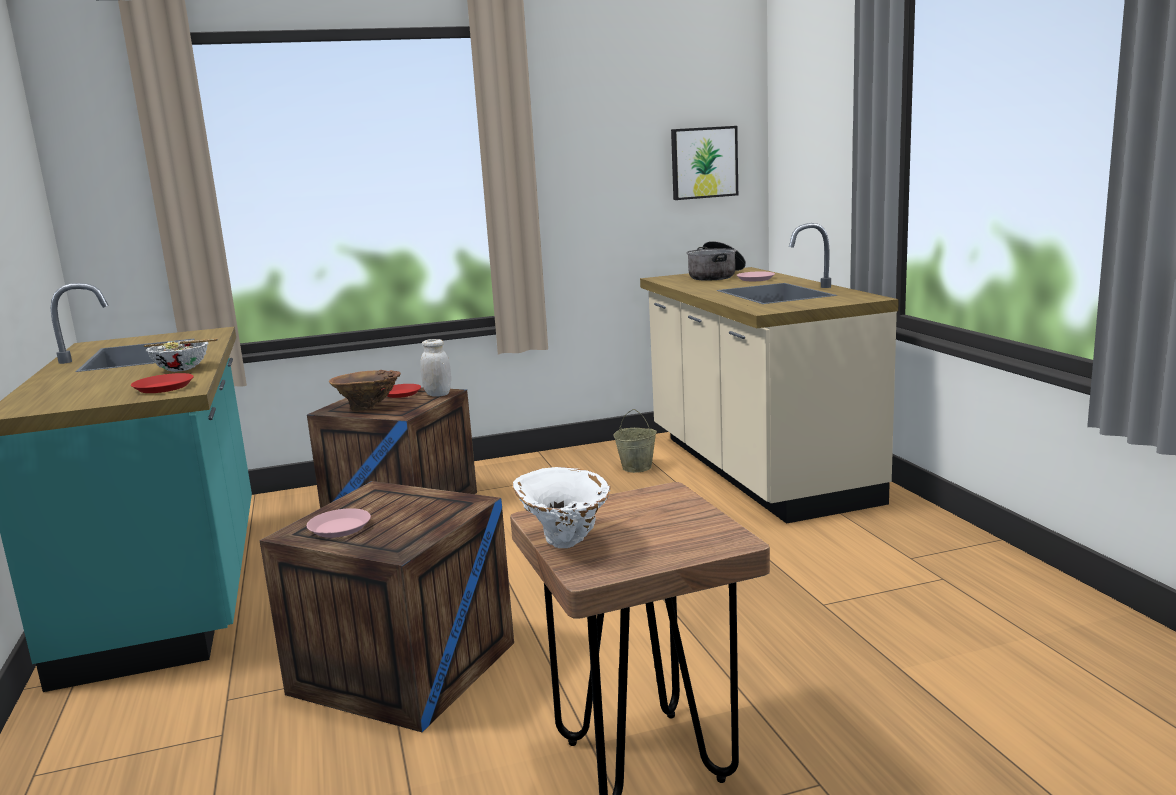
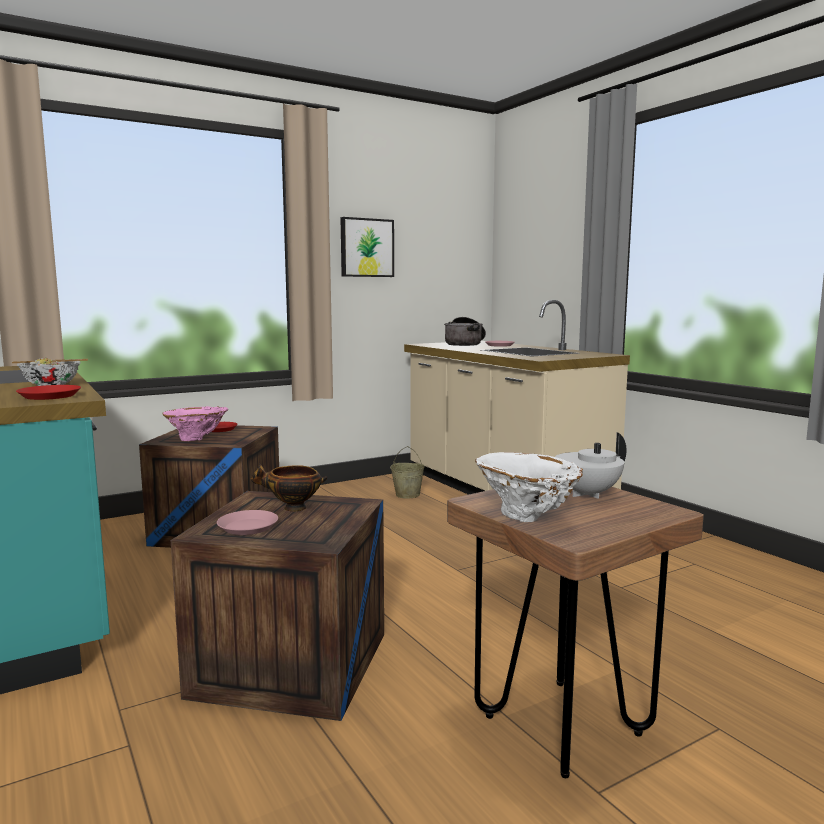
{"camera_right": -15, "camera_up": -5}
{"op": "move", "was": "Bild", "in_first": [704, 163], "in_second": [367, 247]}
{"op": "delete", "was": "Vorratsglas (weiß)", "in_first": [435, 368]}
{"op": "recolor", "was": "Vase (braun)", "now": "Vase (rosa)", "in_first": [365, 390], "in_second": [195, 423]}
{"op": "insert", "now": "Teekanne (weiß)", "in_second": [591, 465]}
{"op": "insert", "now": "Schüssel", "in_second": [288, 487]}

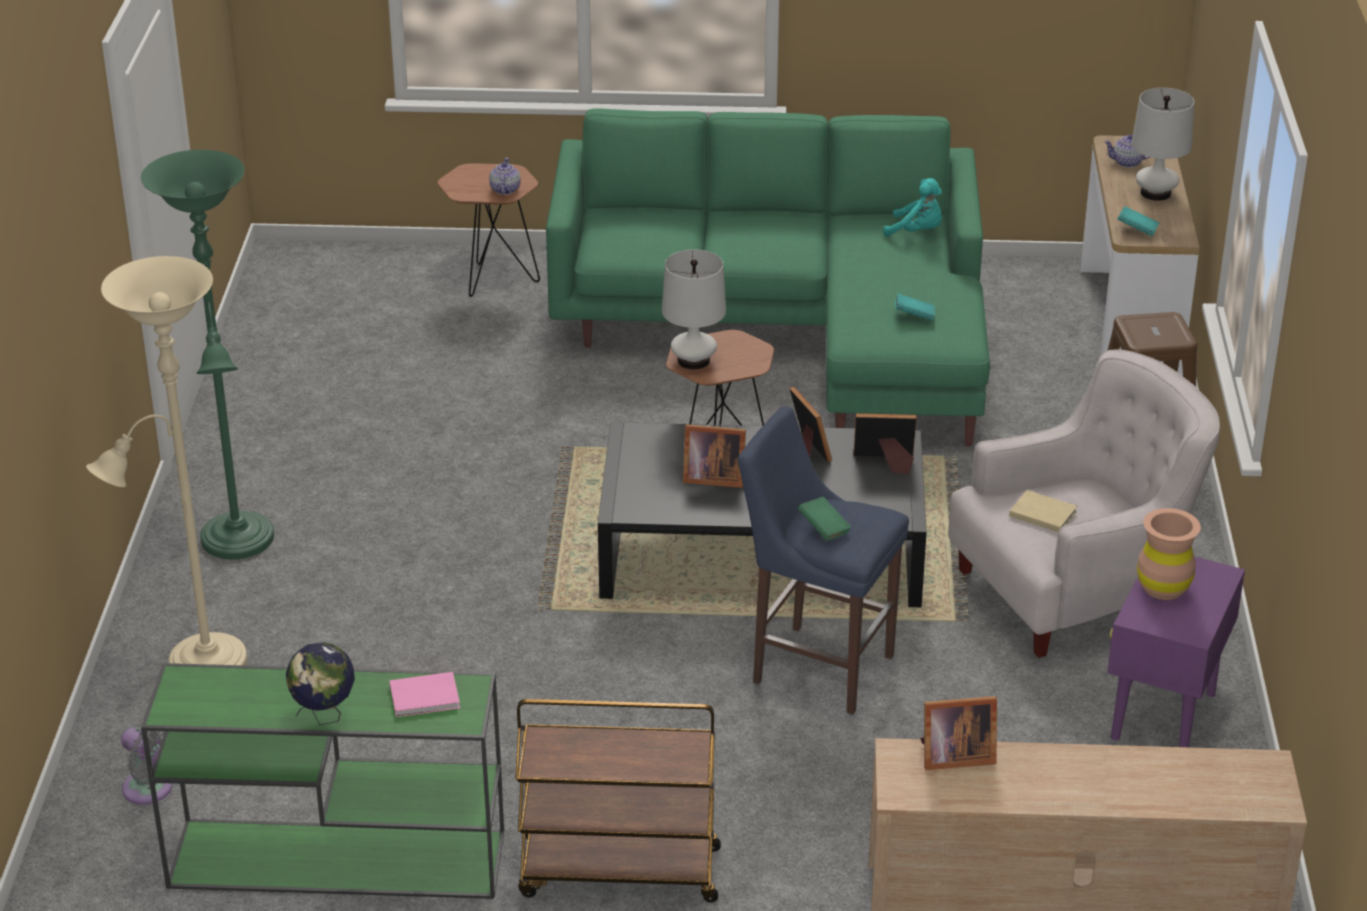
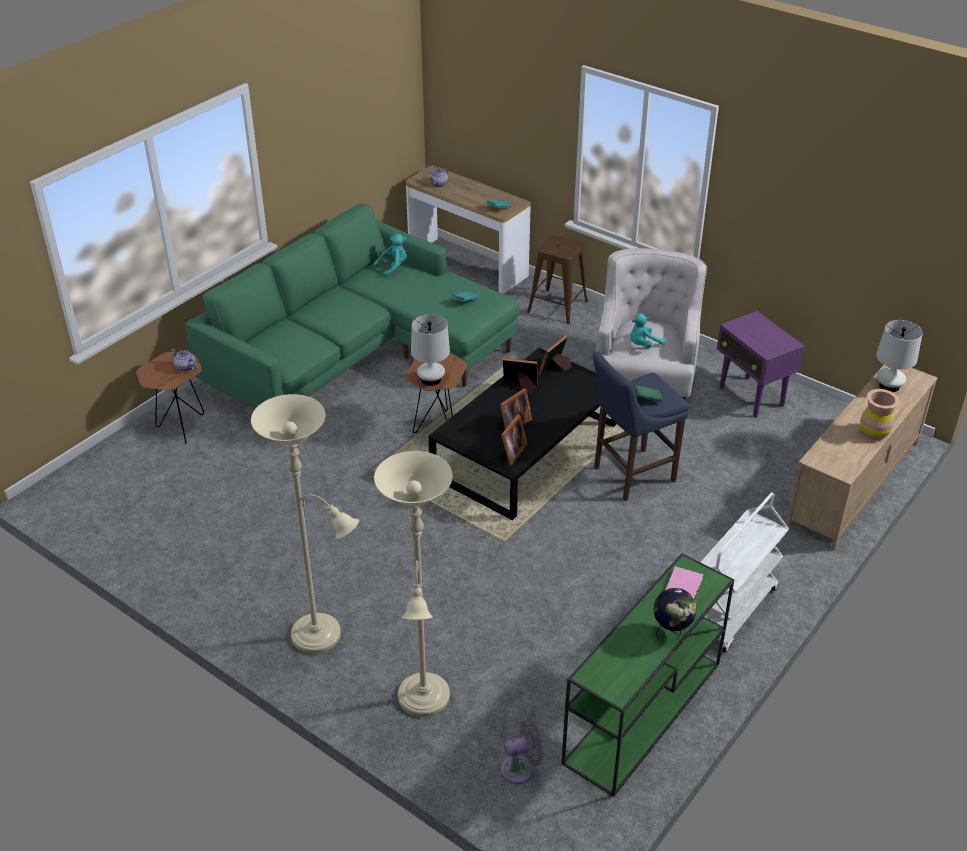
{"camera_right": -55, "camera_up": 5}
{"op": "move", "was": "Tischlampe (weiß)", "in_first": [1162, 144], "in_second": [899, 356]}
{"op": "recolor", "was": "Stehlampe (grün)", "now": "Stehlampe (beige)", "in_first": [207, 355], "in_second": [305, 524]}
{"op": "replace", "was": "Buch (beige)", "now": "Plüschtier (türkis)", "in_first": [1043, 511], "in_second": [647, 330]}
{"op": "move", "was": "Vase (braun)", "in_first": [1169, 554], "in_second": [880, 414]}
{"op": "move", "was": "Bilderrahmen", "in_first": [958, 733], "in_second": [511, 439]}
{"op": "recolor", "was": "Rollwagen (braun)", "now": "Rollwagen (weiß)", "in_first": [618, 800], "in_second": [745, 572]}

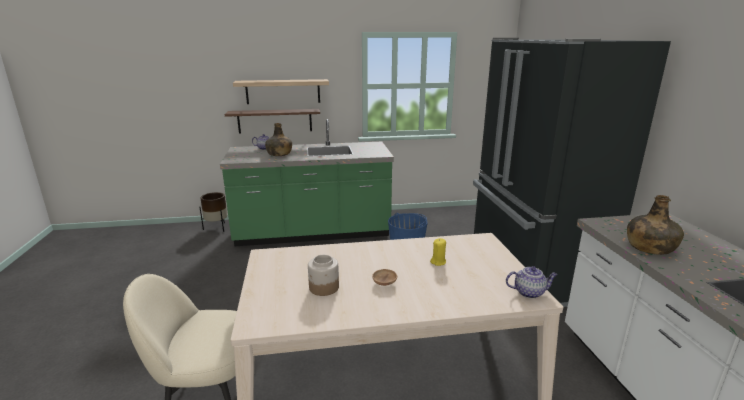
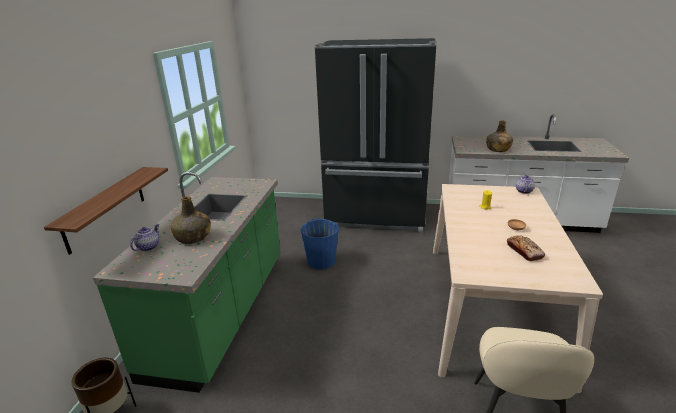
{"camera_right": -70, "camera_up": 5}
{"op": "delete", "was": "Wandregal", "in_first": [281, 91]}
{"op": "replace", "was": "Vorratsglas", "now": "Brot", "in_first": [323, 275], "in_second": [526, 248]}

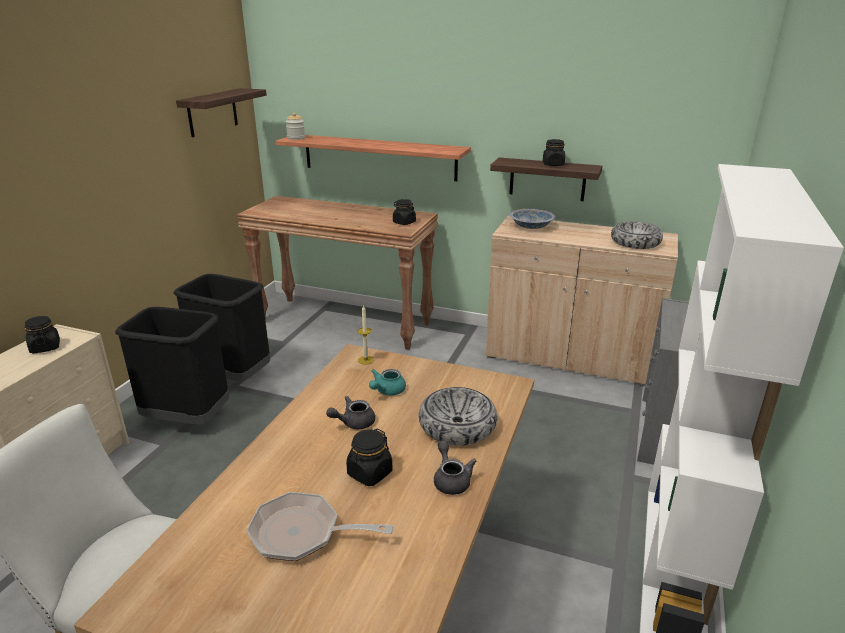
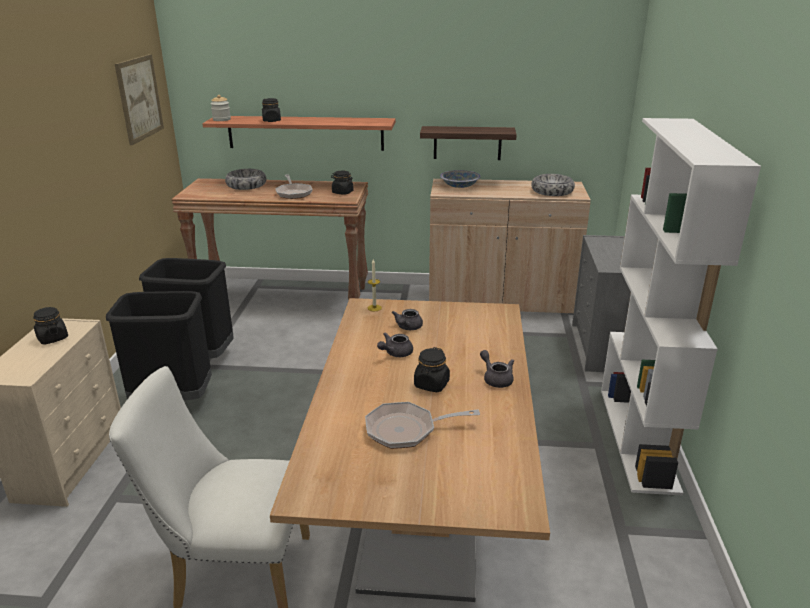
{"camera_right": -15, "camera_up": 0}
{"op": "replace", "was": "Wandregal", "now": "Bild", "in_first": [221, 112], "in_second": [139, 99]}
{"op": "move", "was": "Vorratsglas (schwarz)", "in_first": [554, 152], "in_second": [271, 110]}
{"op": "recolor", "was": "Teekanne (türkis)", "now": "Teekanne (grau)", "in_first": [387, 382], "in_second": [407, 319]}
{"op": "move", "was": "Schüssel", "in_first": [458, 416], "in_second": [245, 179]}
{"op": "insert", "now": "Pfanne", "in_second": [294, 186]}

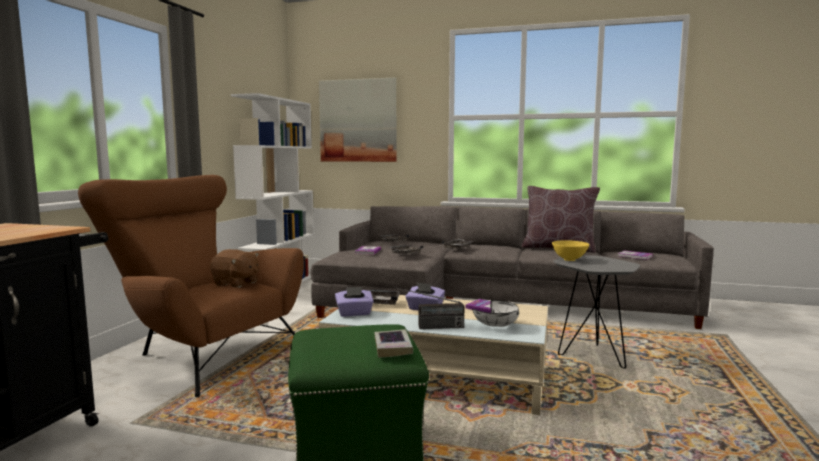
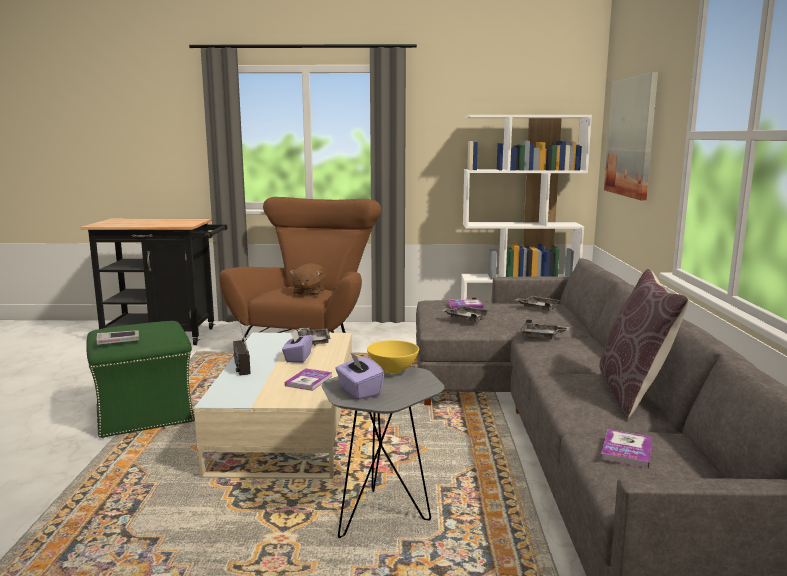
{"camera_right": 75, "camera_up": 5}
{"op": "move", "was": "Taschentuchbox (lila)", "in_first": [354, 302], "in_second": [359, 376]}
{"op": "delete", "was": "Schüssel (weiß)", "in_first": [496, 313]}

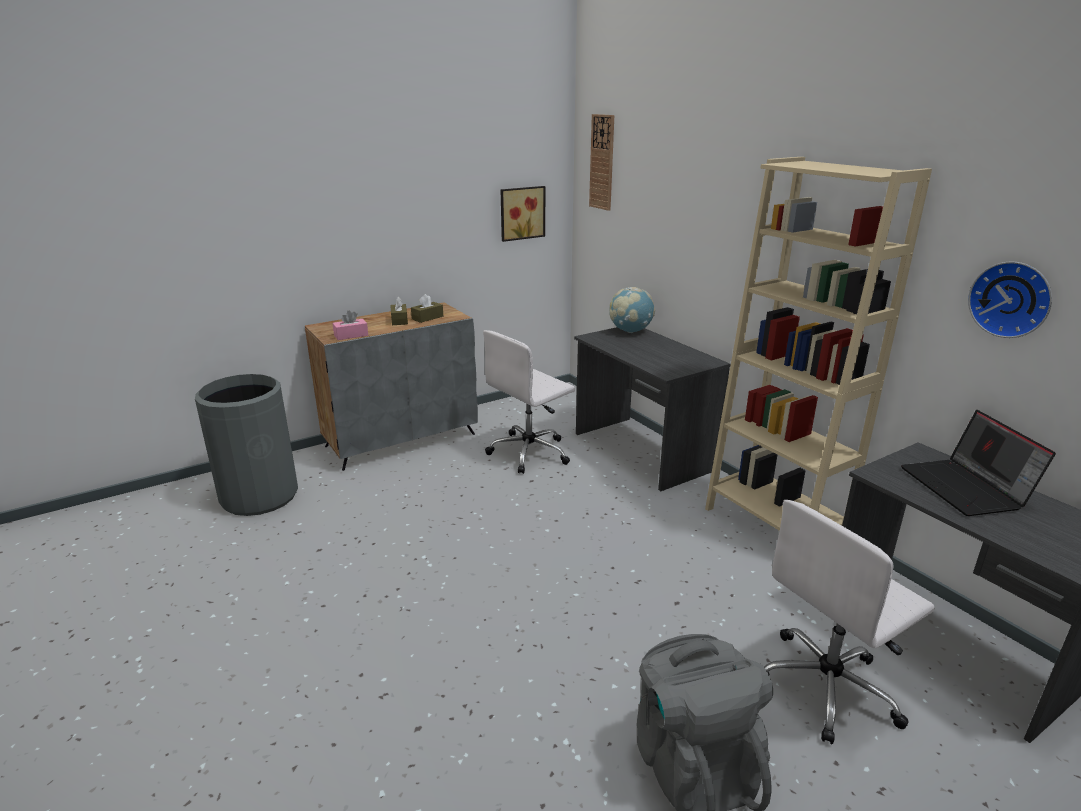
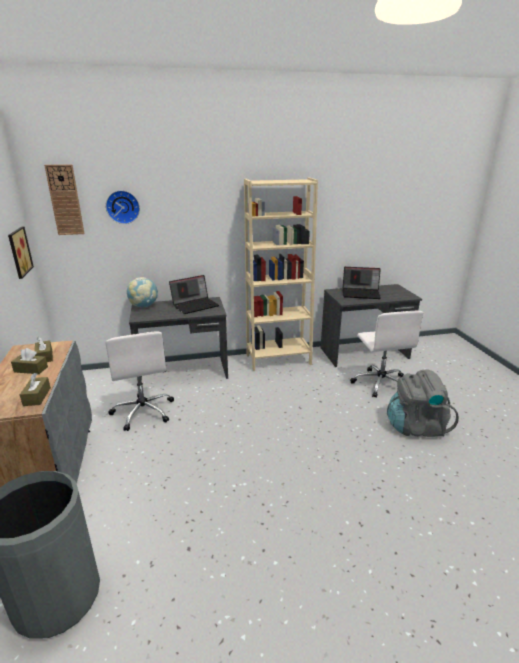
{"camera_right": -70, "camera_up": 0}
{"op": "move", "was": "Wanduhr", "in_first": [1010, 300], "in_second": [123, 207]}
{"op": "recolor", "was": "Taschentuchbox (rosa)", "now": "Taschentuchbox (braun)", "in_first": [350, 325], "in_second": [35, 389]}
{"op": "insert", "now": "Laptop", "in_second": [194, 294]}

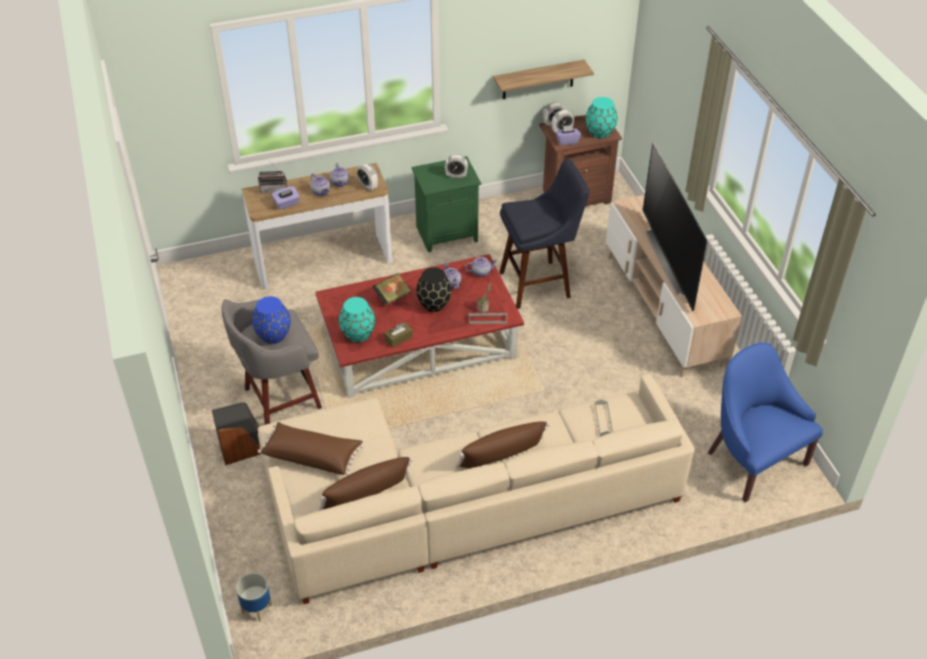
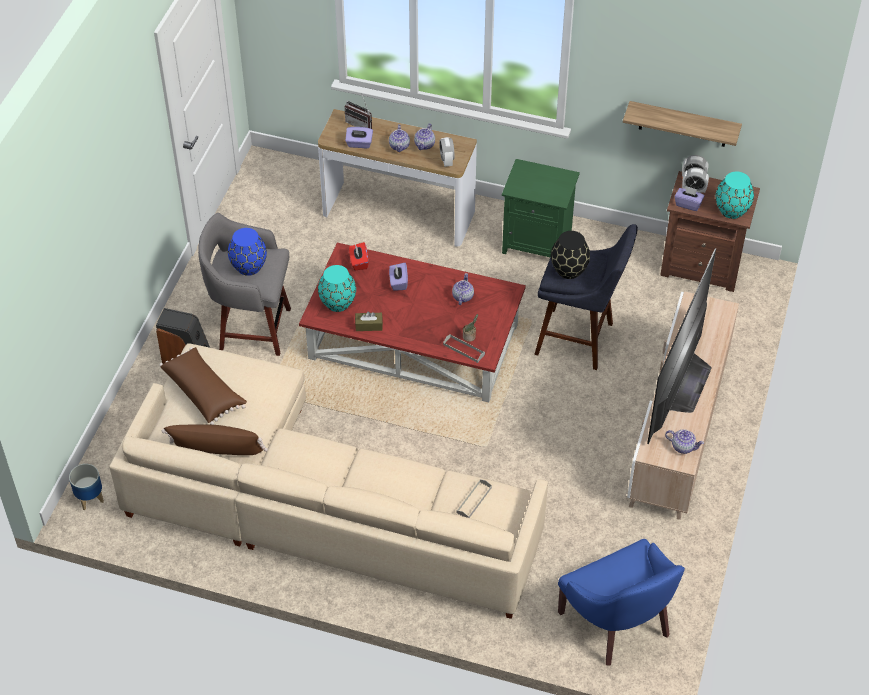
{"camera_right": 35, "camera_up": 5}
{"op": "delete", "was": "Wecker", "in_first": [456, 166]}
{"op": "move", "was": "Teekanne", "in_first": [481, 267], "in_second": [684, 441]}
{"op": "move", "was": "Vase (schwarz)", "in_first": [434, 289], "in_second": [570, 255]}
{"op": "replace", "was": "Buch", "now": "Taschentuchbox (lila)", "in_first": [392, 289], "in_second": [398, 277]}
{"op": "rotate", "was": "Sessel (blau)", "in_first": [765, 422], "in_second": [621, 602], "clockwise": 150}
{"op": "delete", "was": "Kissen (braun)", "in_first": [502, 445]}
{"op": "insert", "now": "Taschentuchbox (rot)", "in_second": [359, 256]}

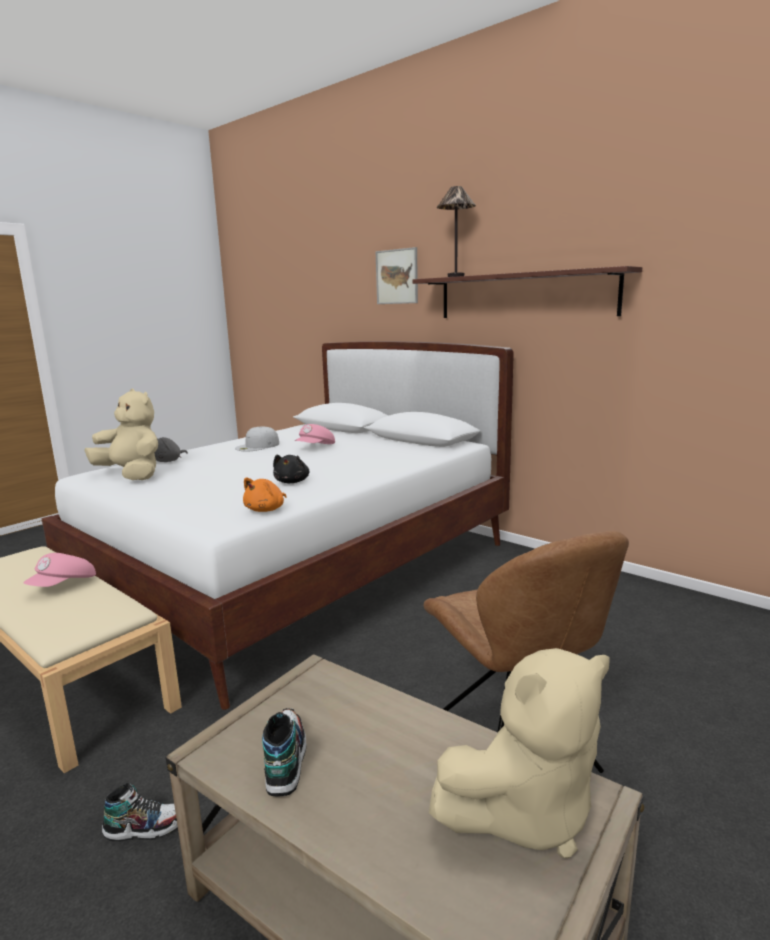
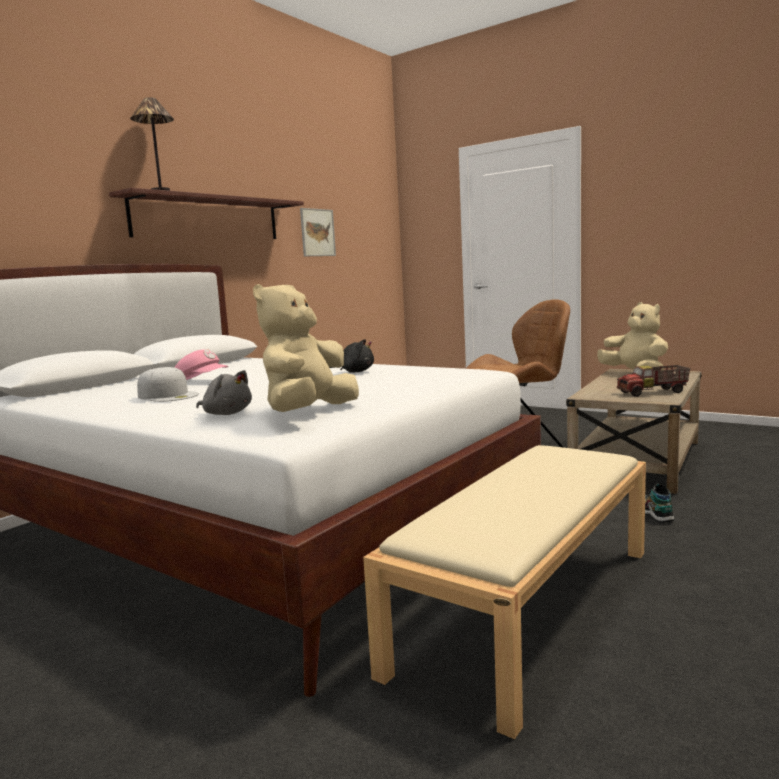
{"camera_right": -95, "camera_up": -5}
{"op": "move", "was": "Bild", "in_first": [397, 275], "in_second": [318, 232]}
{"op": "delete", "was": "Plüschtier (orange)", "in_first": [265, 494]}
{"op": "delete", "was": "Kappe (rosa)", "in_first": [59, 570]}
{"op": "replace", "was": "Schuh", "now": "Spielzeuglaster", "in_first": [284, 752], "in_second": [653, 381]}

